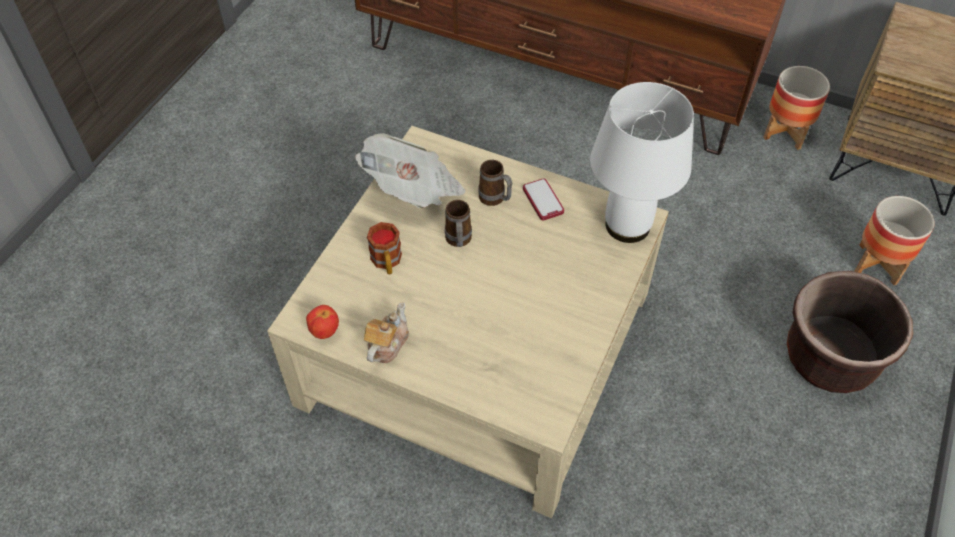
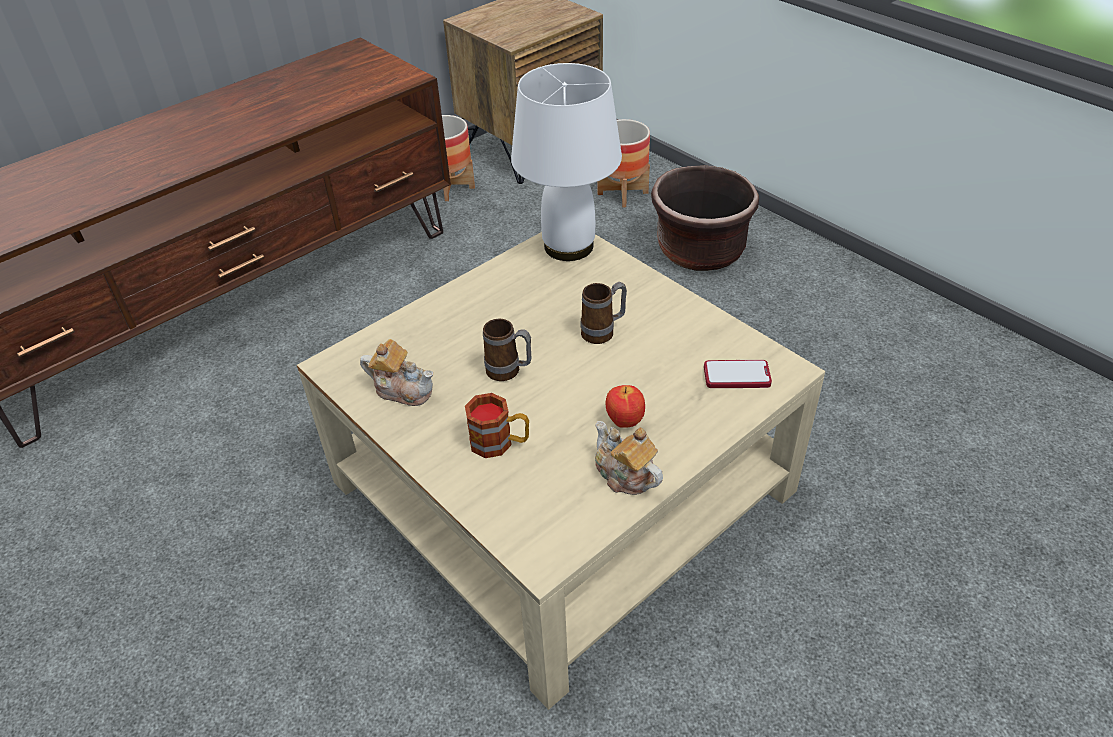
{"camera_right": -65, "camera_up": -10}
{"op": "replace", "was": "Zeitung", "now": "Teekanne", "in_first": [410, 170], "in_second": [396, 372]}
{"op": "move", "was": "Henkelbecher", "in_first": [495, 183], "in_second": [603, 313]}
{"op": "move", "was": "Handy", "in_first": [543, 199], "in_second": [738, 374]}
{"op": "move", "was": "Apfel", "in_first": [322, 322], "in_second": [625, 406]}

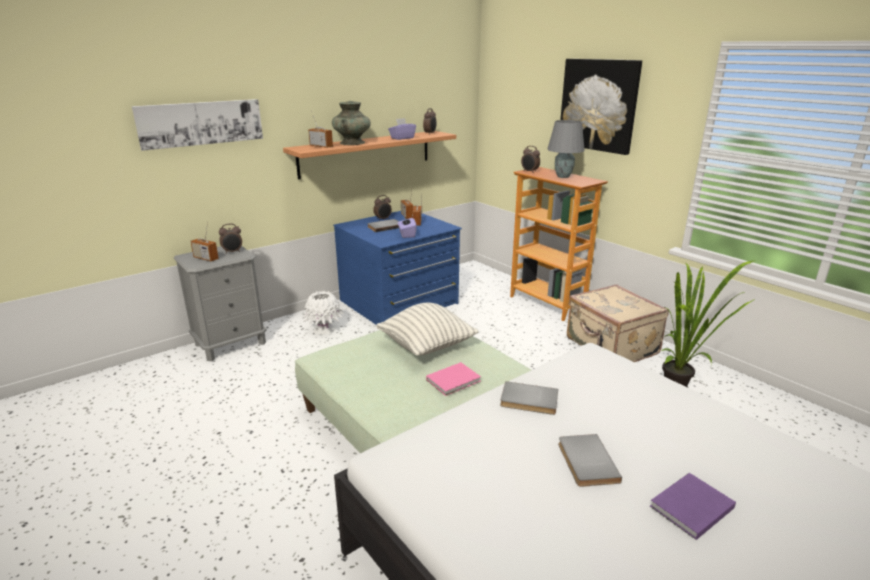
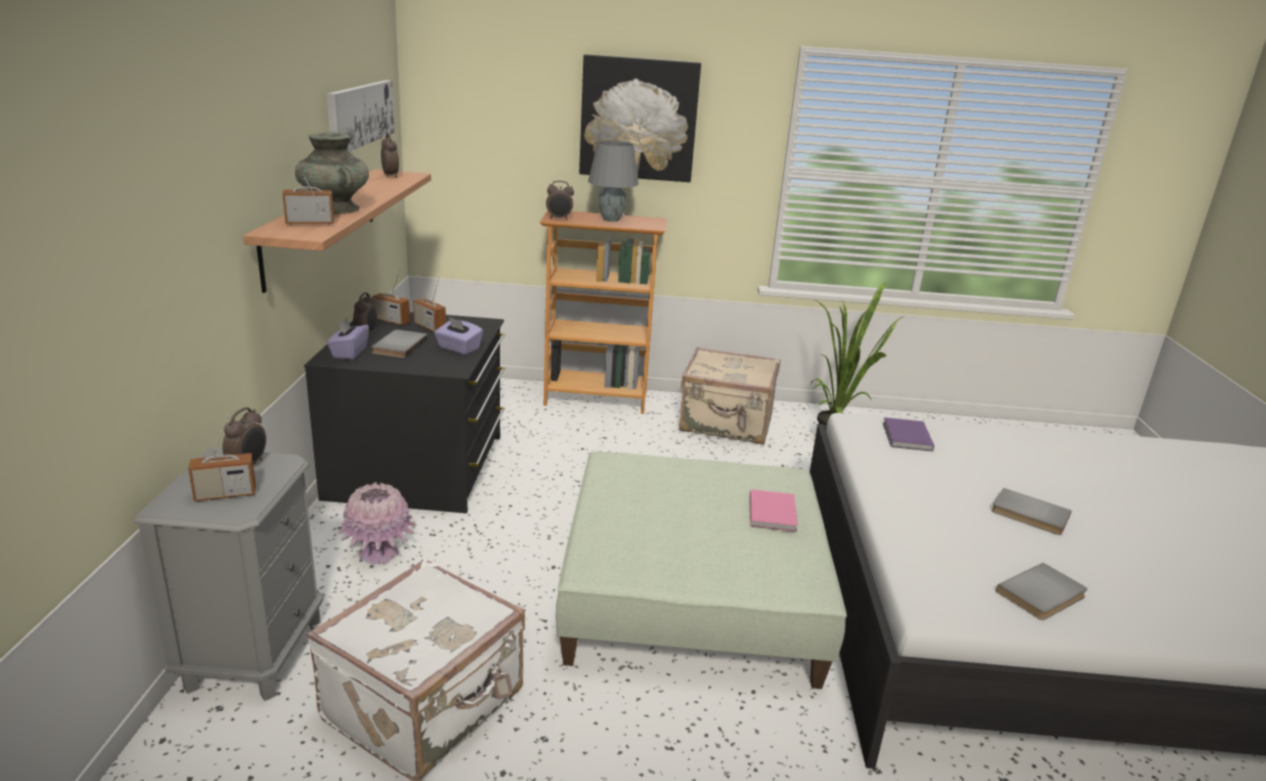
{"camera_right": -50, "camera_up": 0}
{"op": "move", "was": "Bild", "in_first": [197, 125], "in_second": [361, 115]}
{"op": "move", "was": "Taschentuchbox (lila)", "in_first": [402, 129], "in_second": [348, 338]}
{"op": "recolor", "was": "Kommode (blau)", "now": "Kommode (schwarz)", "in_first": [397, 267], "in_second": [404, 412]}
{"op": "recolor", "was": "Vase (weiß)", "now": "Vase (rosa)", "in_first": [323, 313], "in_second": [376, 524]}
{"op": "delete", "was": "Kissen", "in_first": [427, 329]}
{"op": "move", "was": "Buch (grau)", "in_first": [529, 398], "in_second": [1041, 591]}
{"op": "move", "was": "Buch (lila)", "in_first": [693, 506], "in_second": [908, 434]}
{"op": "insert", "now": "Koffer (weiß)", "in_second": [416, 670]}

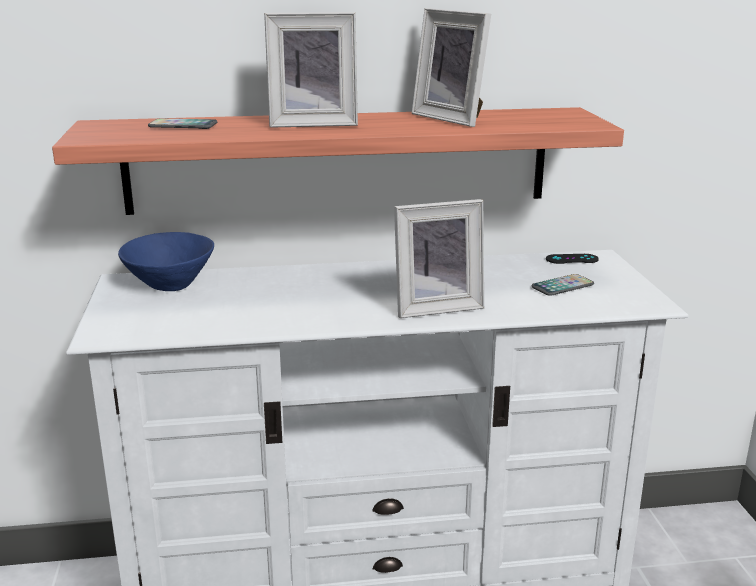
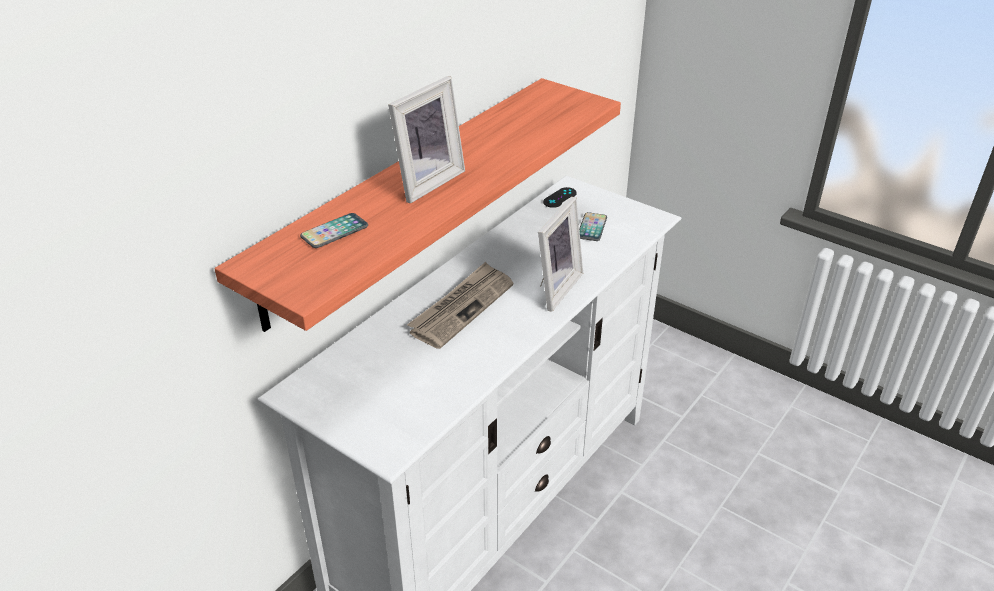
{"camera_right": -45, "camera_up": 15}
{"op": "delete", "was": "Bilderrahmen", "in_first": [451, 67]}
{"op": "delete", "was": "Schüssel (blau)", "in_first": [166, 261]}
{"op": "insert", "now": "Zeitung", "in_second": [460, 305]}

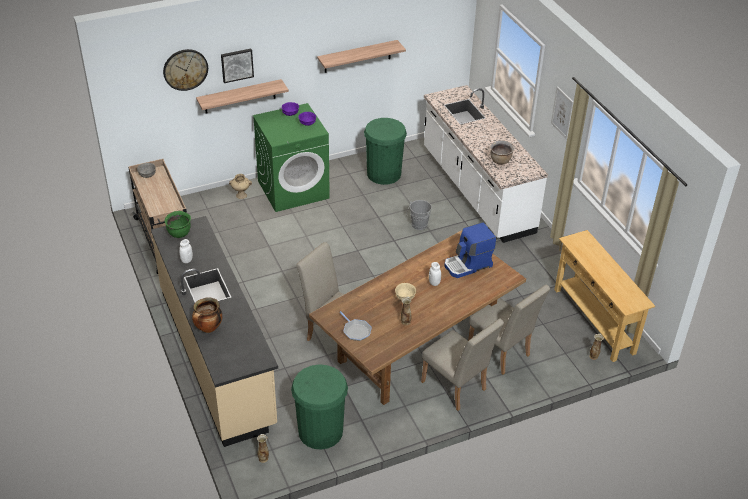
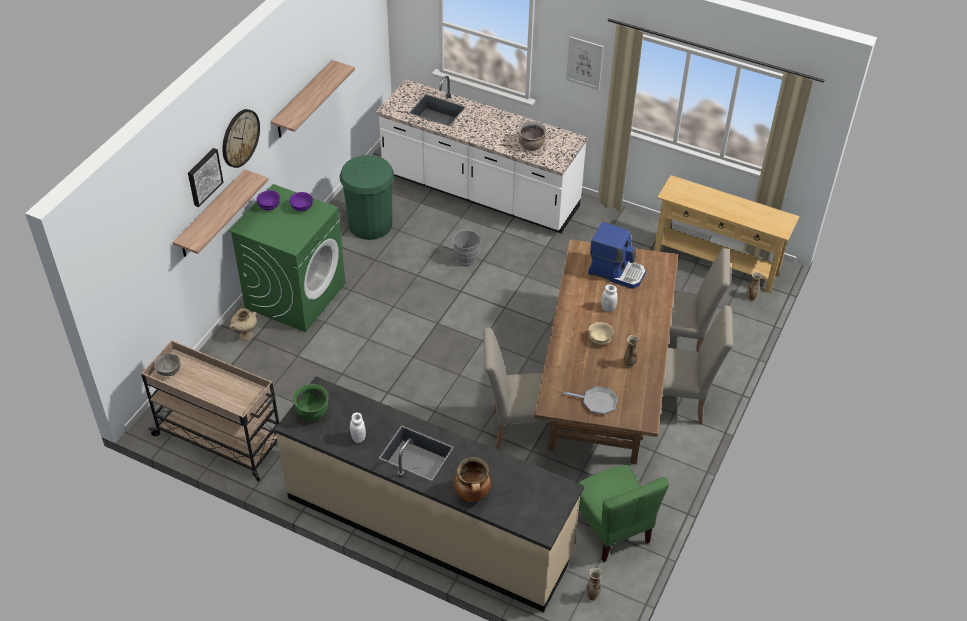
{"camera_right": -40, "camera_up": 5}
{"op": "move", "was": "Wanduhr", "in_first": [185, 70], "in_second": [241, 138]}
{"op": "rotate", "was": "Kaffeemaschine", "in_first": [470, 250], "in_second": [617, 255], "clockwise": -90}
{"op": "replace", "was": "Mülleimer (grün)", "now": "Stuhl (grün)", "in_first": [319, 407], "in_second": [624, 513]}

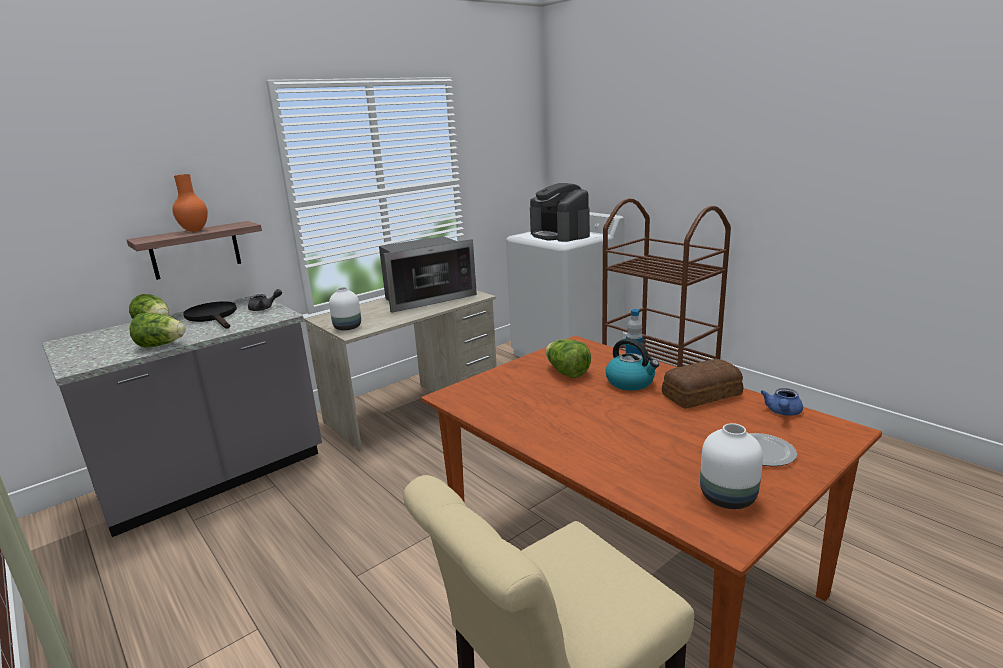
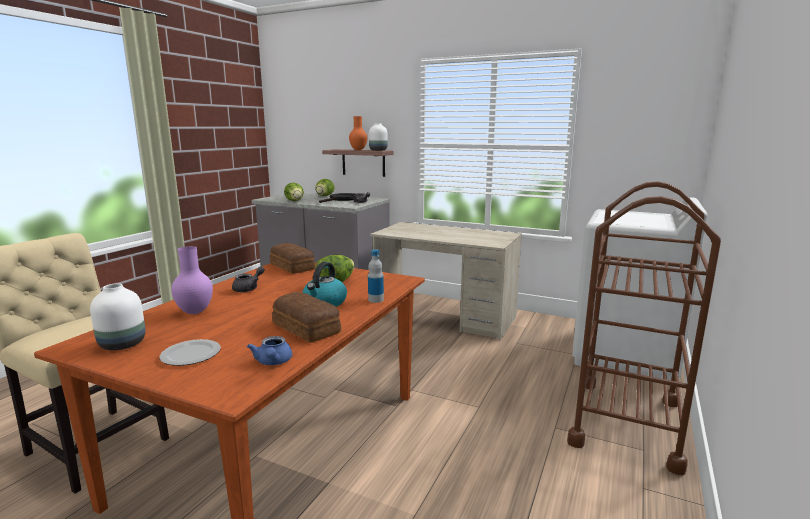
{"camera_right": 65, "camera_up": -5}
{"op": "delete", "was": "Kaffeemaschine", "in_first": [560, 212]}
{"op": "delete", "was": "Mikrowelle", "in_first": [428, 274]}
{"op": "move", "was": "Vase (weiß)", "in_first": [345, 308], "in_second": [378, 137]}
{"op": "rotate", "was": "Teekanne (blau)", "in_first": [782, 402], "in_second": [269, 350], "clockwise": -105}
{"op": "insert", "now": "Brot", "in_second": [293, 258]}
{"op": "insert", "now": "Vase (lila)", "in_second": [192, 280]}
{"op": "insert", "now": "Teekanne (grau)", "in_second": [248, 279]}

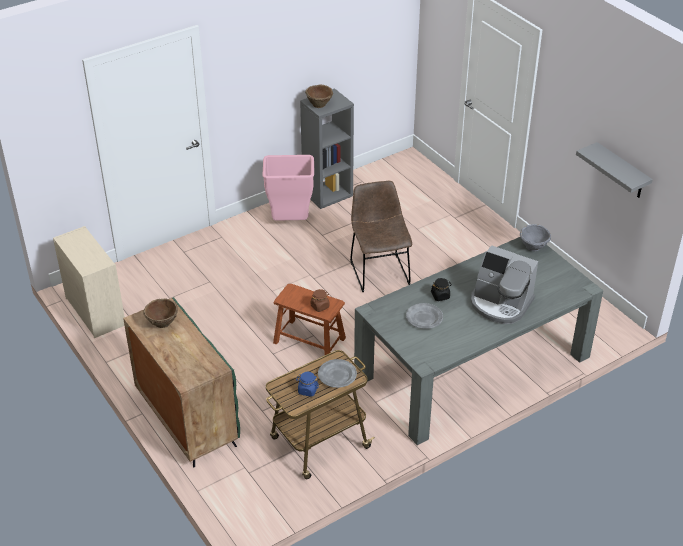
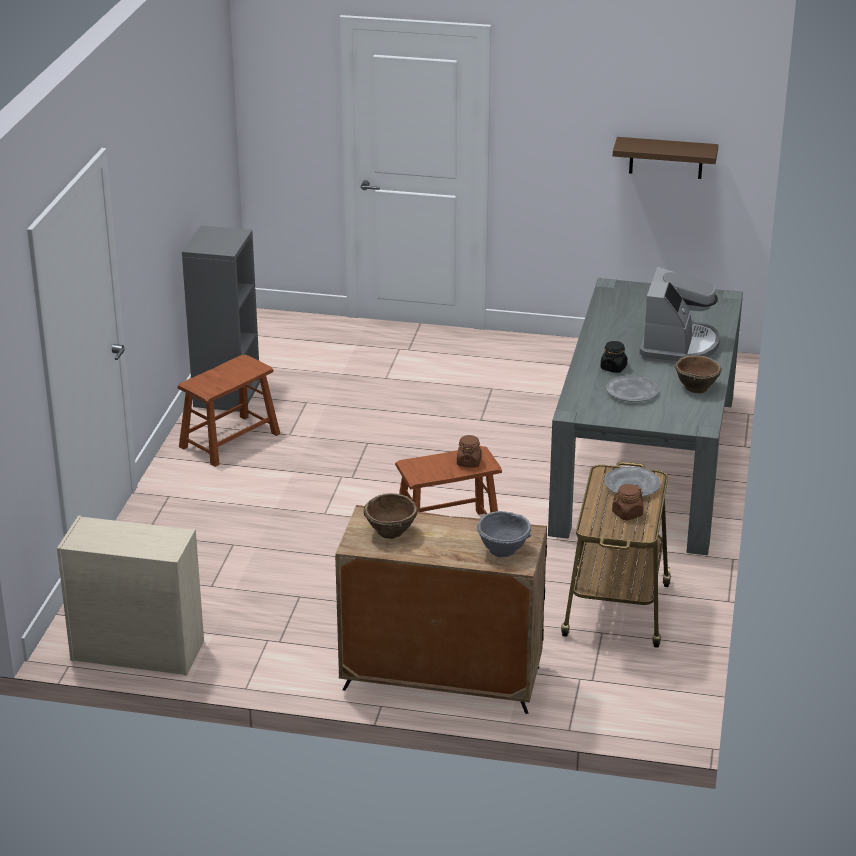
{"camera_right": -45, "camera_up": -10}
{"op": "move", "was": "Schüssel (braun)", "in_first": [319, 96], "in_second": [698, 374]}
{"op": "recolor", "was": "Wandregal (grau)", "now": "Wandregal (braun)", "in_first": [614, 170], "in_second": [665, 158]}
{"op": "replace", "was": "Mülleimer (rosa)", "now": "Hocker (braun)", "in_first": [288, 188], "in_second": [228, 411]}
{"op": "delete", "was": "Stuhl (braun)", "in_first": [381, 236]}
{"op": "move", "was": "Schüssel (grau)", "in_first": [535, 237], "in_second": [504, 534]}
{"op": "rotate", "was": "Kaffeemaschine", "in_first": [504, 284], "in_second": [680, 315], "clockwise": -60}
{"op": "recolor", "was": "Schrank (grün)", "now": "Schrank (braun)", "in_first": [181, 382], "in_second": [441, 609]}
{"op": "recolor", "was": "Vorratsglas (blau)", "now": "Vorratsglas (braun)", "in_first": [307, 384], "in_second": [627, 502]}

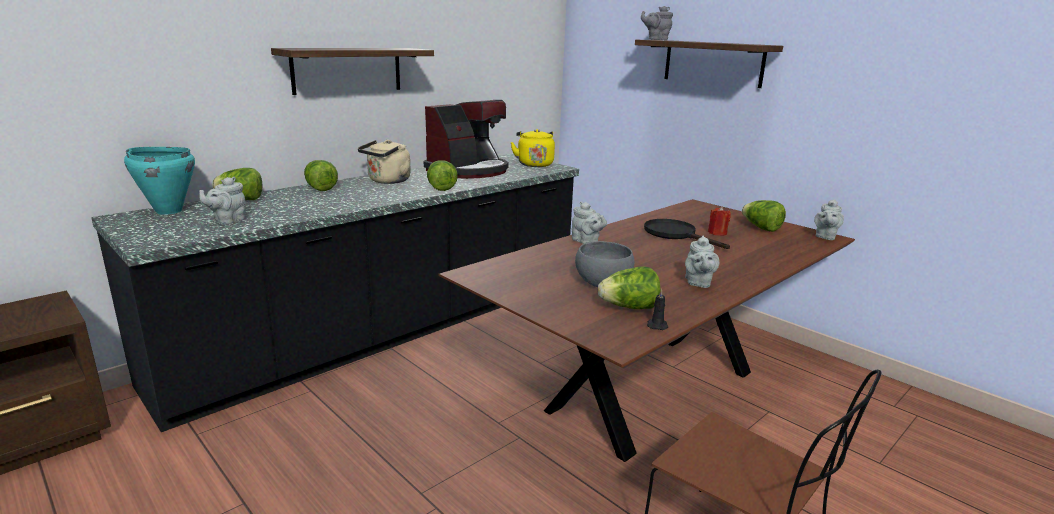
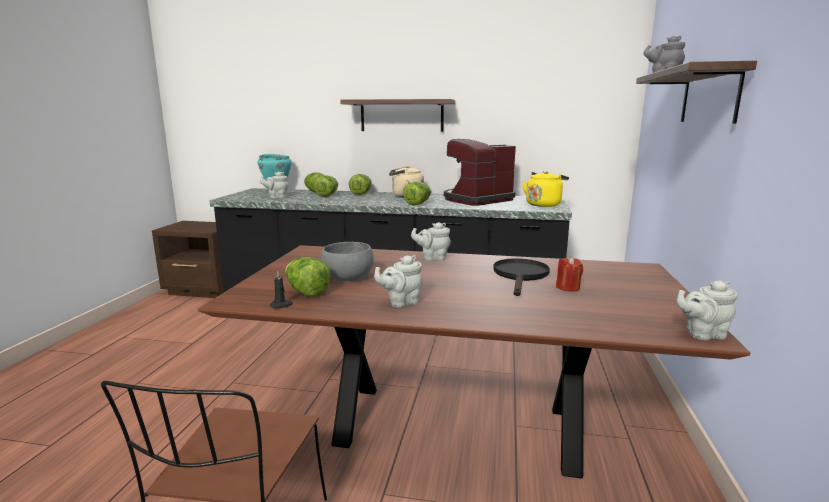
{"camera_right": 55, "camera_up": -5}
{"op": "rotate", "was": "Kaffeemaschine", "in_first": [466, 139], "in_second": [480, 172], "clockwise": 135}
{"op": "move", "was": "Salatkopf", "in_first": [764, 216], "in_second": [326, 186]}
{"op": "rotate", "was": "Teekanne (grau)", "in_first": [589, 222], "in_second": [431, 241], "clockwise": 75}

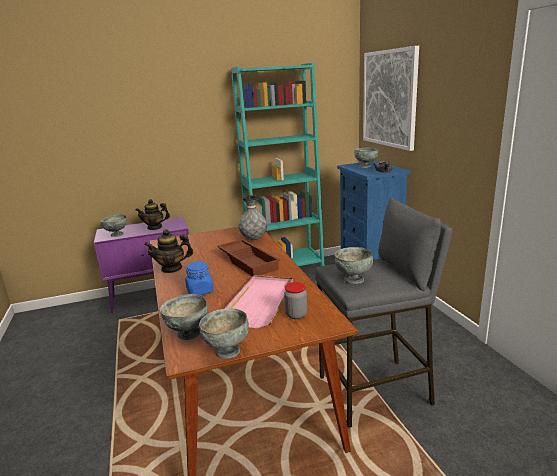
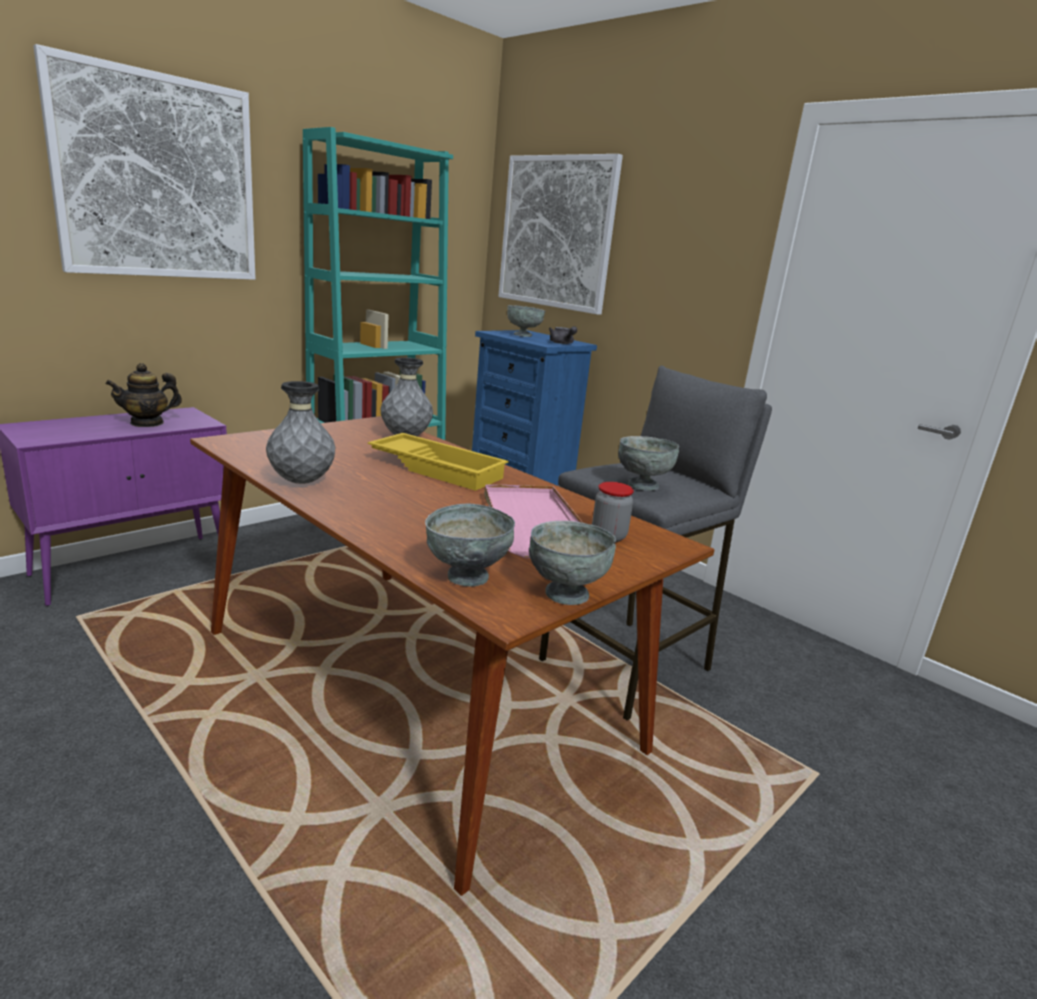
{"camera_right": -30, "camera_up": 0}
{"op": "delete", "was": "Schüssel (grau)", "in_first": [113, 225]}
{"op": "replace", "was": "Teekanne", "now": "Vase (grau)", "in_first": [168, 251], "in_second": [301, 432]}
{"op": "recolor", "was": "Tablett (braun)", "now": "Tablett (gelb)", "in_first": [249, 258], "in_second": [438, 462]}
{"op": "delete", "was": "Vorratsglas (blau)", "in_first": [199, 278]}
{"op": "insert", "now": "Bild", "in_second": [144, 162]}

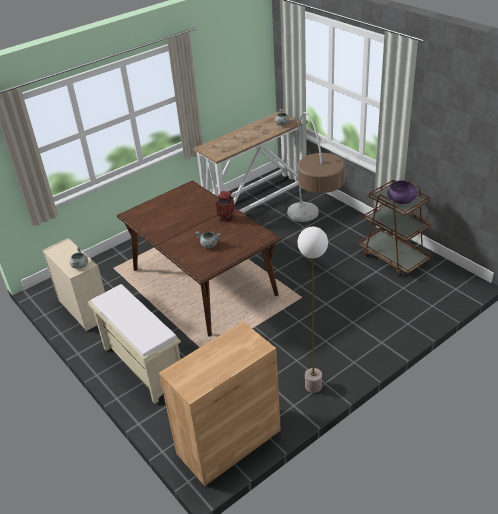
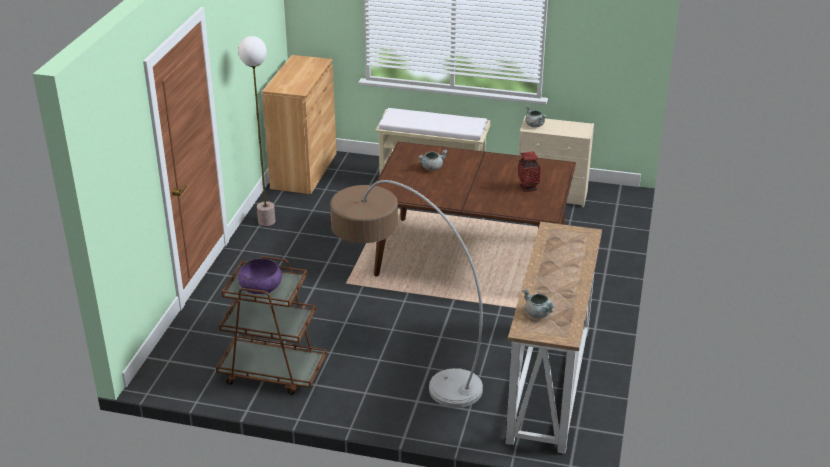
{"camera_right": 140, "camera_up": -5}
{"op": "move", "was": "Vase", "in_first": [225, 206], "in_second": [529, 171]}

